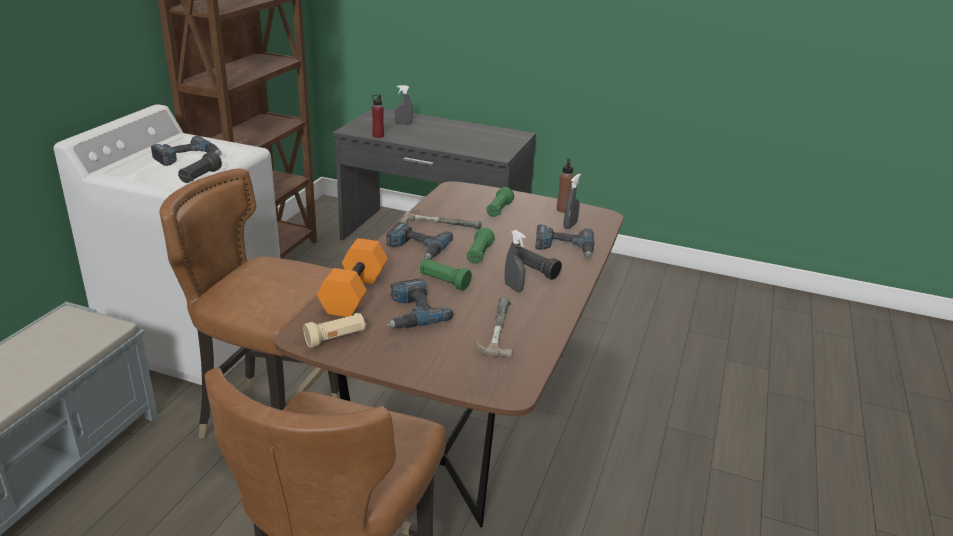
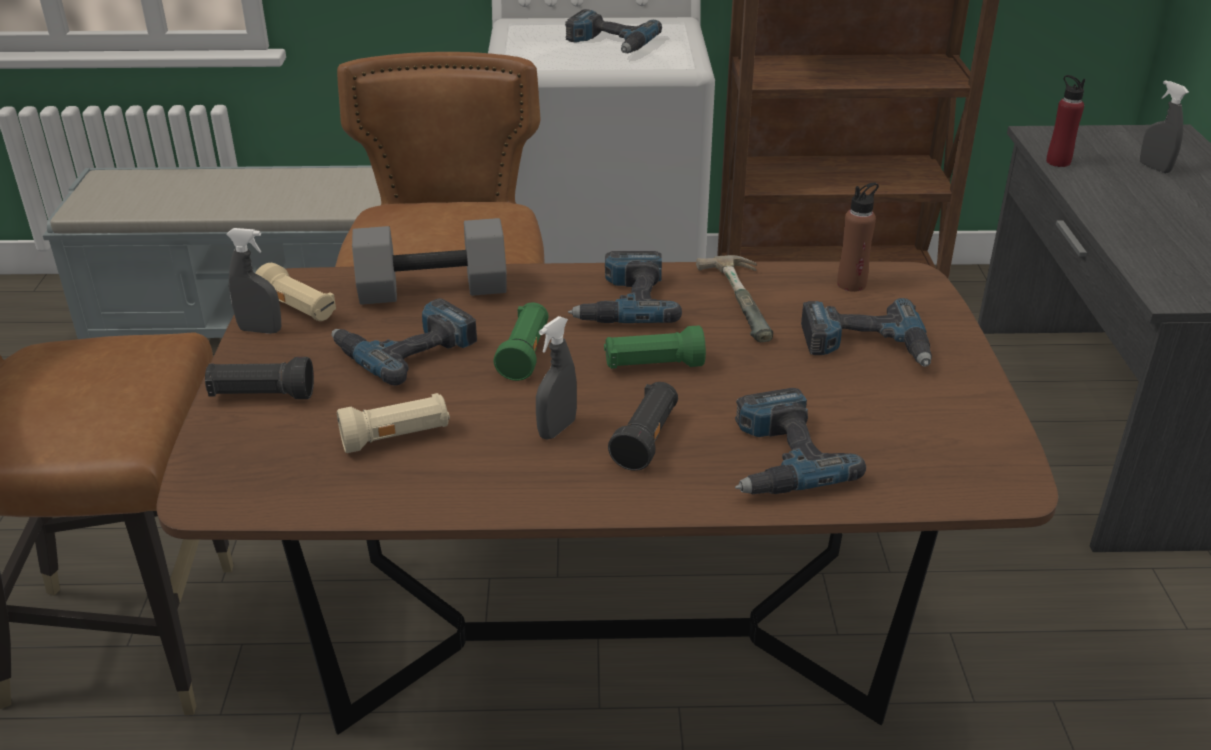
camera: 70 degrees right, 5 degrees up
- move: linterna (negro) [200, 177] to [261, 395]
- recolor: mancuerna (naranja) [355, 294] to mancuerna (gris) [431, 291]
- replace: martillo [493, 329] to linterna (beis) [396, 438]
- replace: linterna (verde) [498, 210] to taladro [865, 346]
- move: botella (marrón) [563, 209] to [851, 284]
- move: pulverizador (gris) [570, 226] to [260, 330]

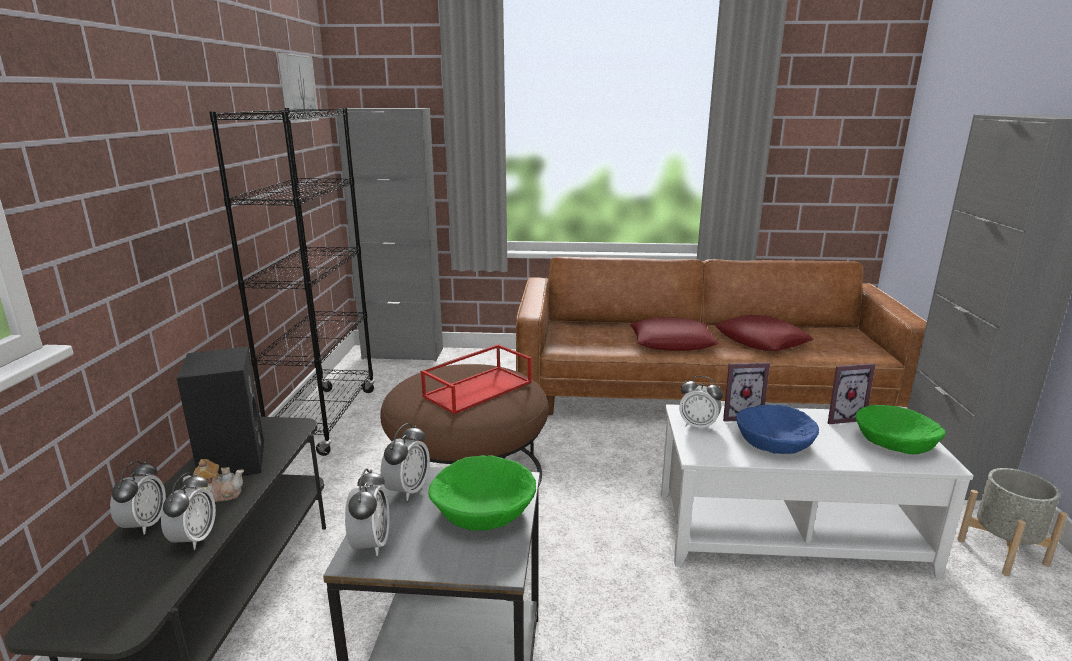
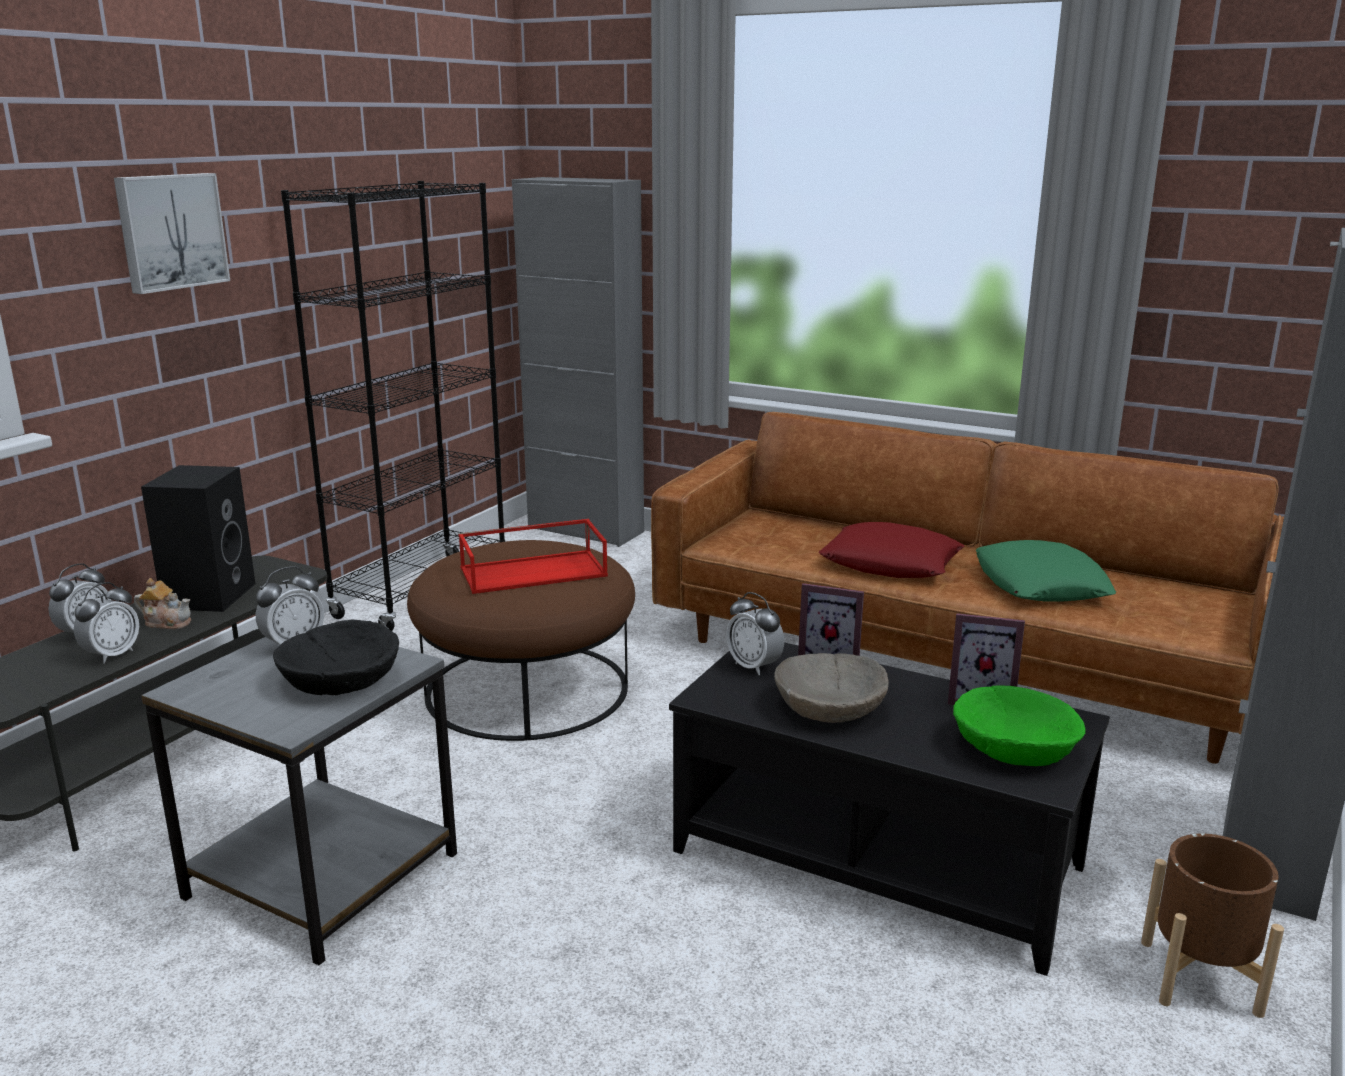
camera: 25 degrees right, 0 degrees up
- move: cuadro [295, 88] to [170, 231]
- delete: despertador [371, 544]
- recolor: cuenco (verde) [484, 510] to cuenco (negro) [340, 679]
- recolor: mesa de centro (blanco) [787, 531] to mesa de centro (negro) [877, 857]
- recolor: cojín (rojo) [761, 341] to cojín (verde) [1041, 584]
- recolor: cuenco (azul) [774, 442] to cuenco (beis) [829, 707]
- recolor: maceta (gris) [1001, 552] to maceta (marrón) [1199, 977]

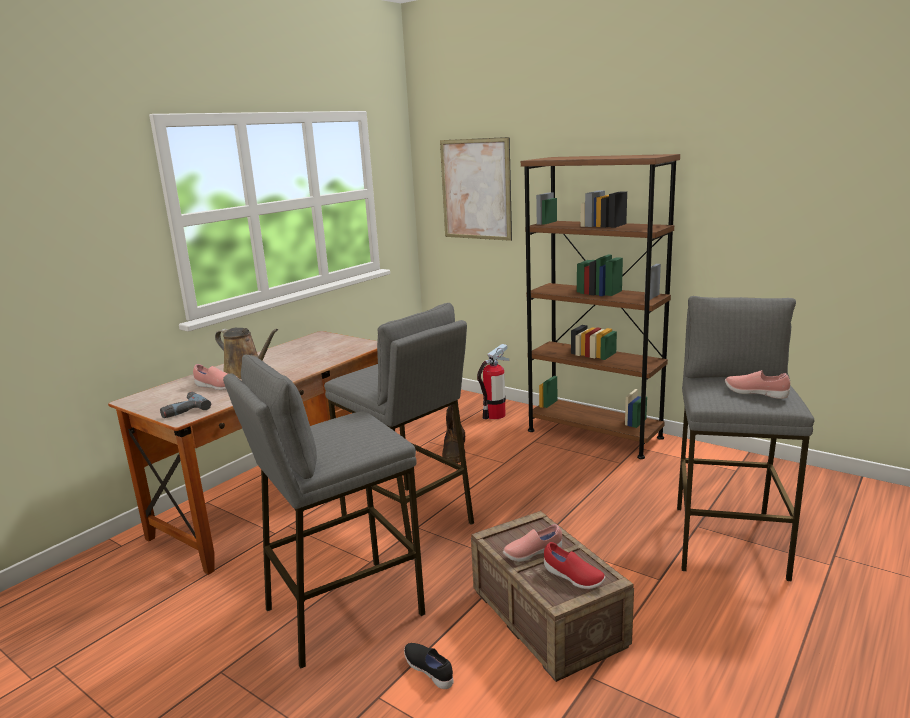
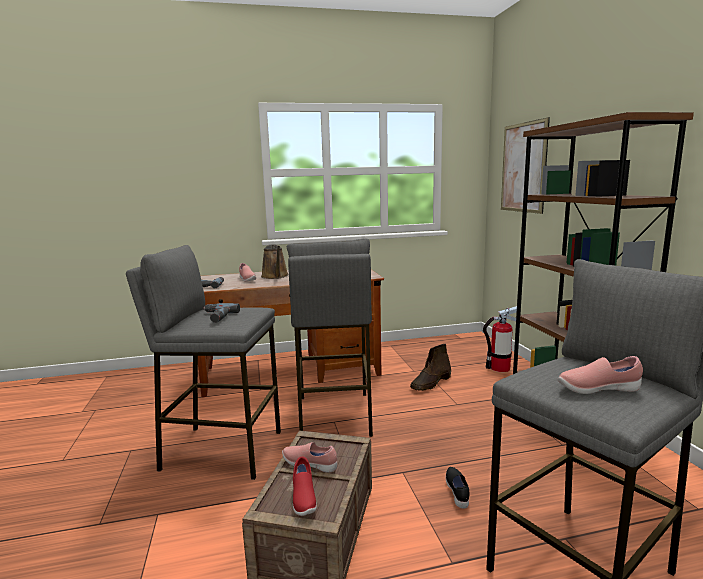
camera: 40 degrees right, 5 degrees down
- move: zapato (negro) [429, 671] to [458, 492]
- rotate: zapato (rosa) [756, 394] = [597, 389] 75 degrees counterclockwise
- insert: taladro [216, 317]

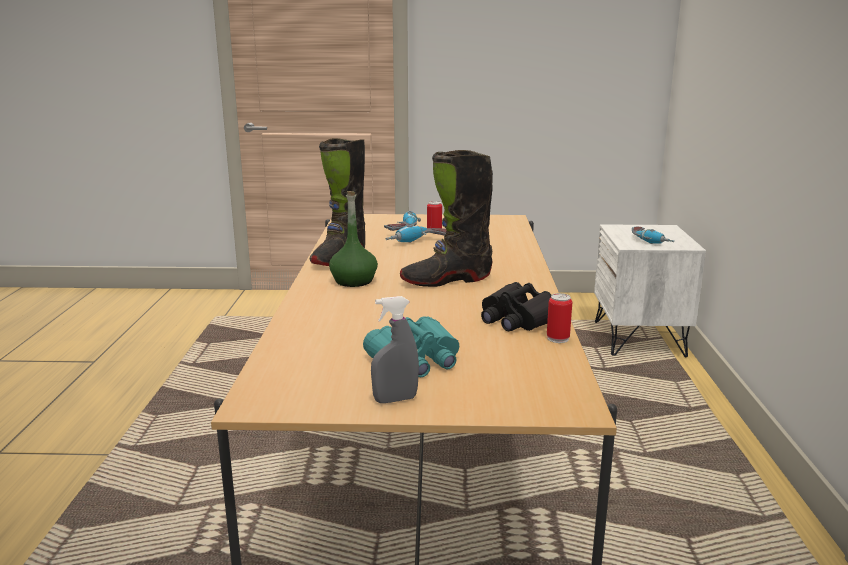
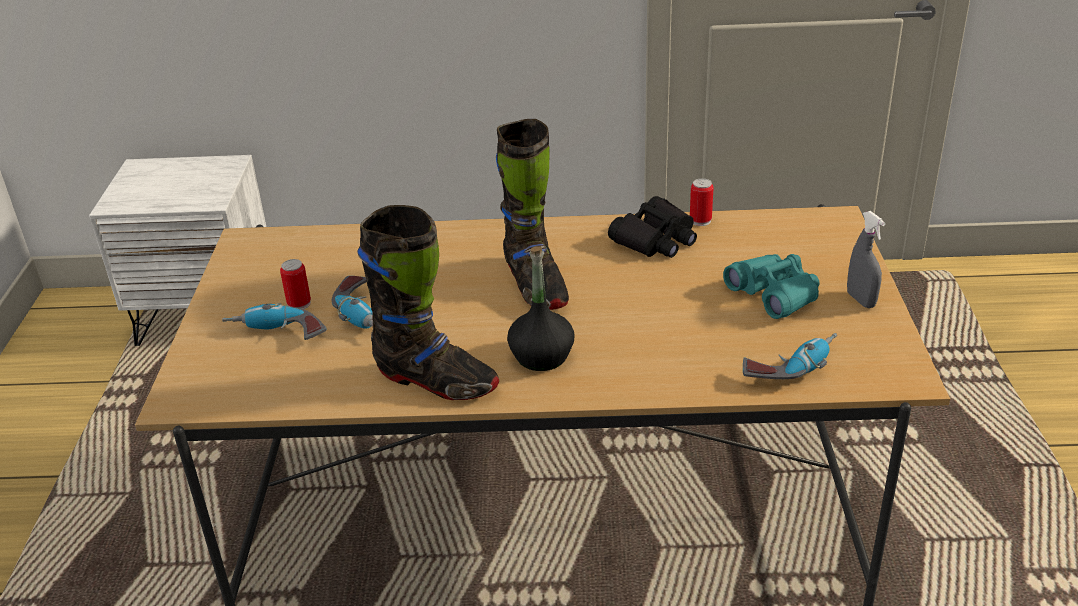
camera: 90 degrees left, 15 degrees up
- recolor: botella (verde) [354, 281] to botella (negro) [541, 356]
- move: taladro [651, 241] to [791, 367]

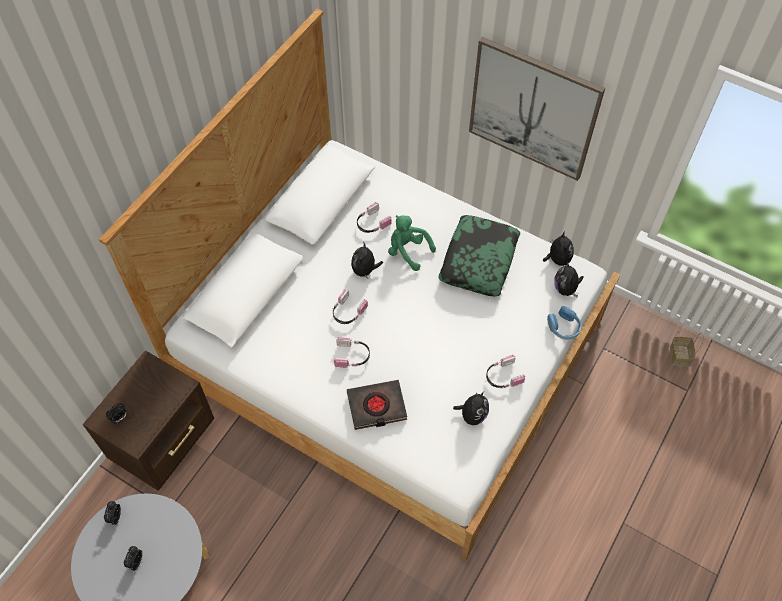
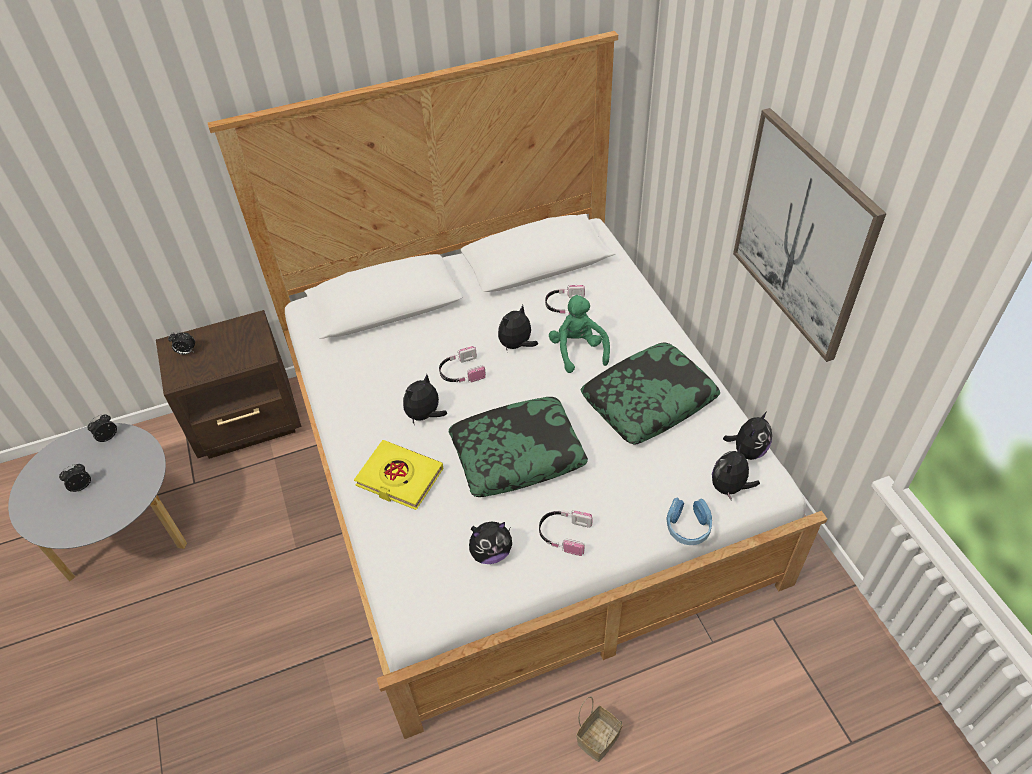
camera: 40 degrees right, 10 degrees down
- replace: auriculares [352, 356] to peluche [425, 415]
- recolor: libro (negro) [376, 407] to libro (amarillo) [399, 478]
- move: cesta [678, 355] to [598, 737]
- insert: cojín [517, 454]

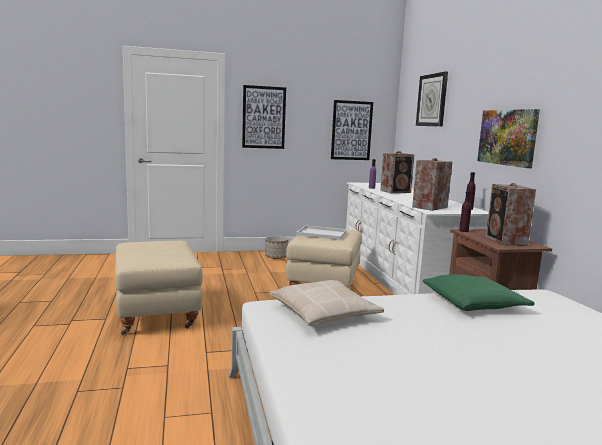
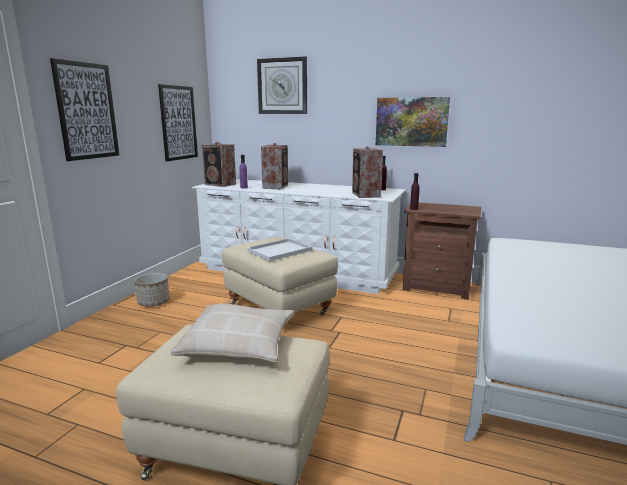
camera: 55 degrees left, 5 degrees up
- move: cojín (beis) [324, 314] to [239, 344]
- delete: cojín (verde) [474, 303]
- move: altavoz [506, 241] to [220, 184]

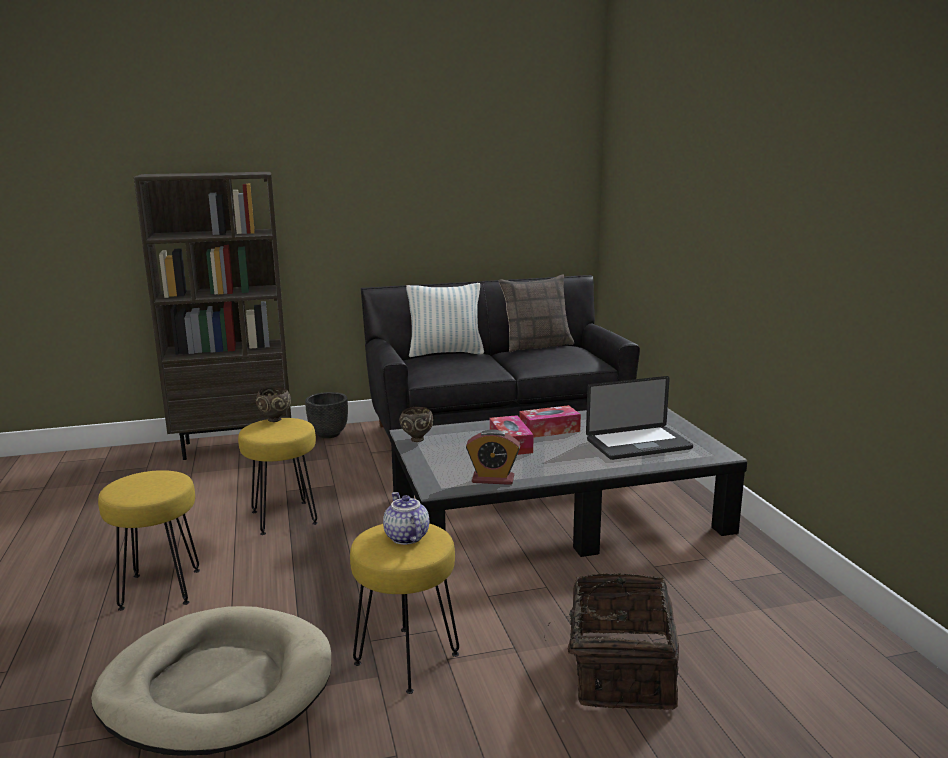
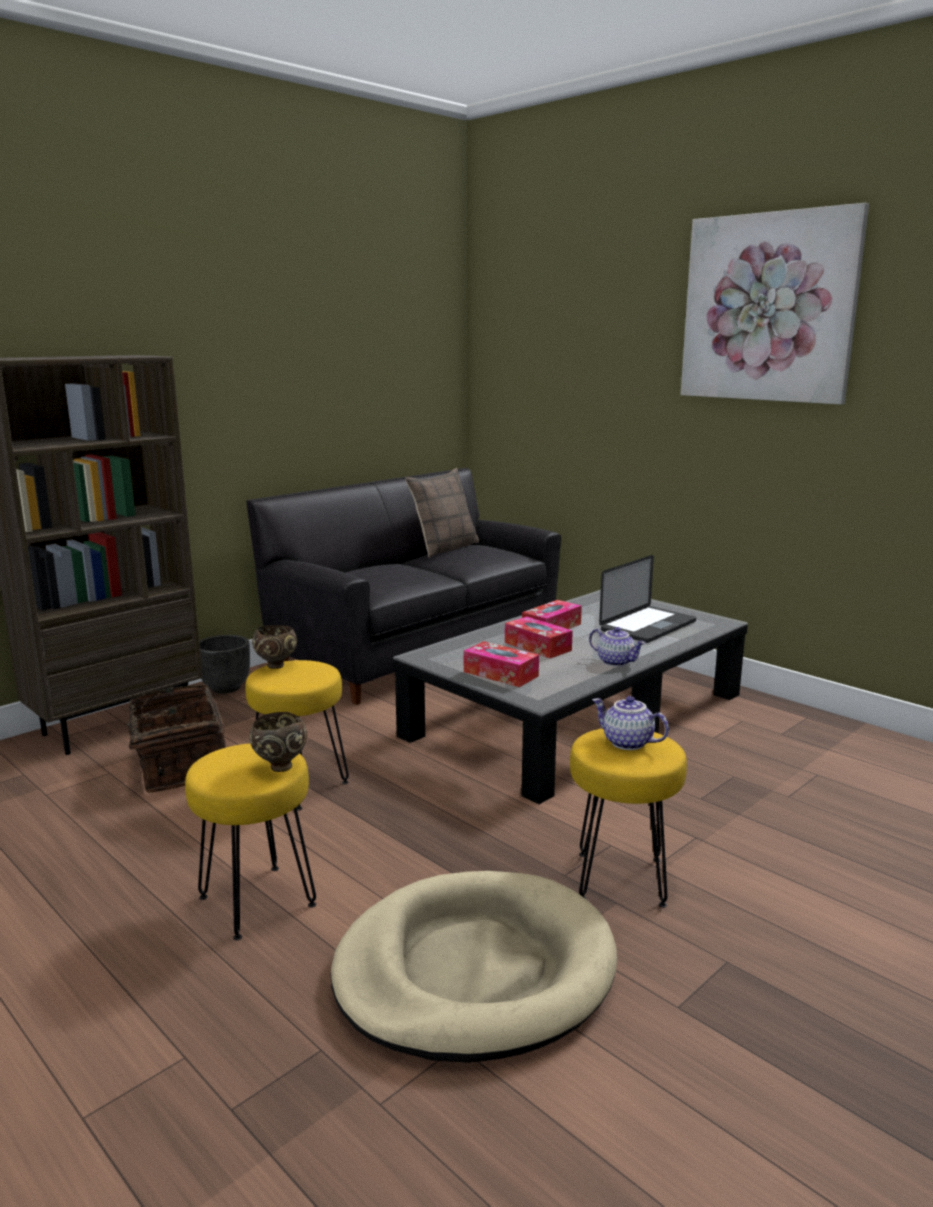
camera: 30 degrees left, 0 degrees up
- move: cuenco (marrón) [417, 439] to [279, 766]
- delete: cojín [446, 353]
- delete: despertador [493, 479]
- move: cesta [619, 671] to [179, 766]
- insert: caja de pañuelos [500, 674]
- insert: tetera [616, 662]
- insert: cuadro [768, 308]

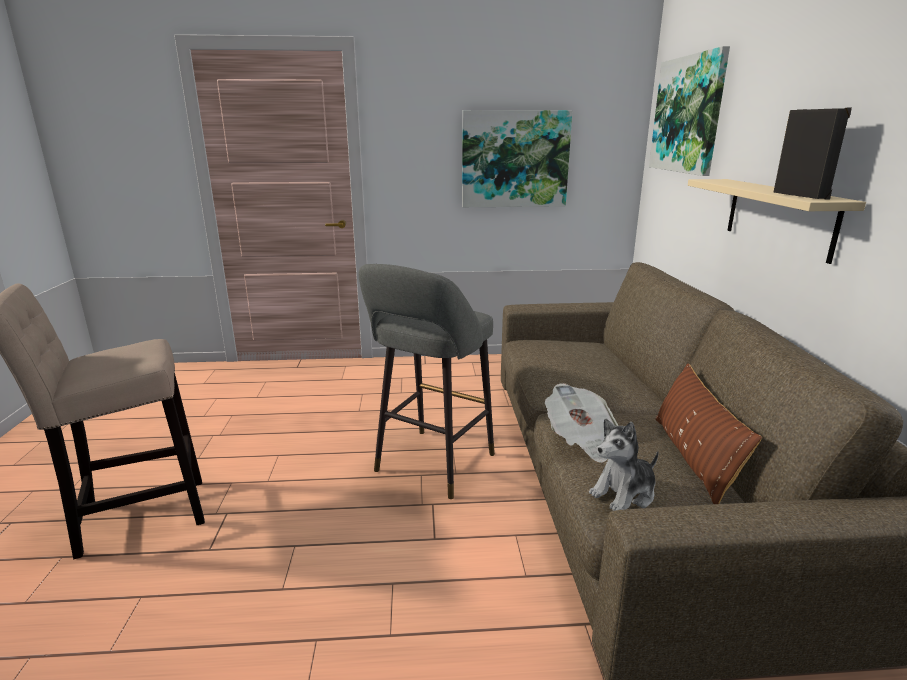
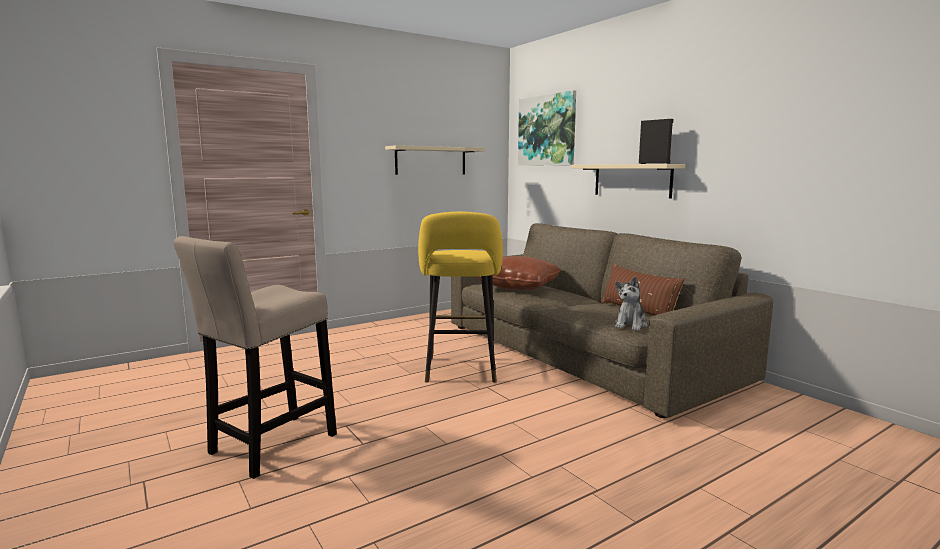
camera: 30 degrees left, 10 degrees down
- recolor: taburete (gris) [431, 466] to taburete (amarillo) [461, 372]
- replace: cuadro [515, 159] to estante (beis) [431, 161]
- delete: periódico [582, 440]
- insert: cojín (marrón) [518, 287]

